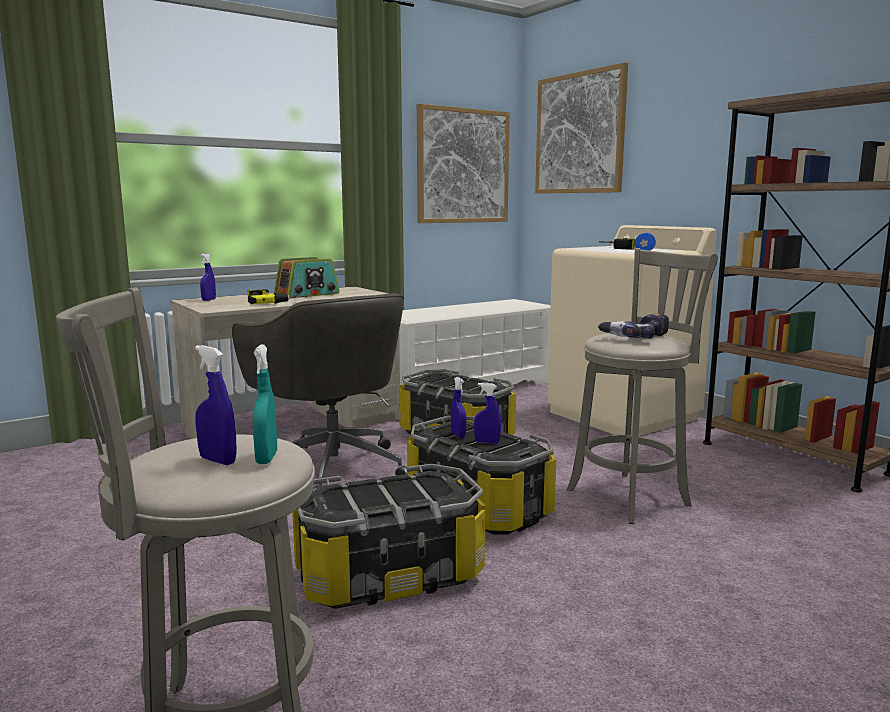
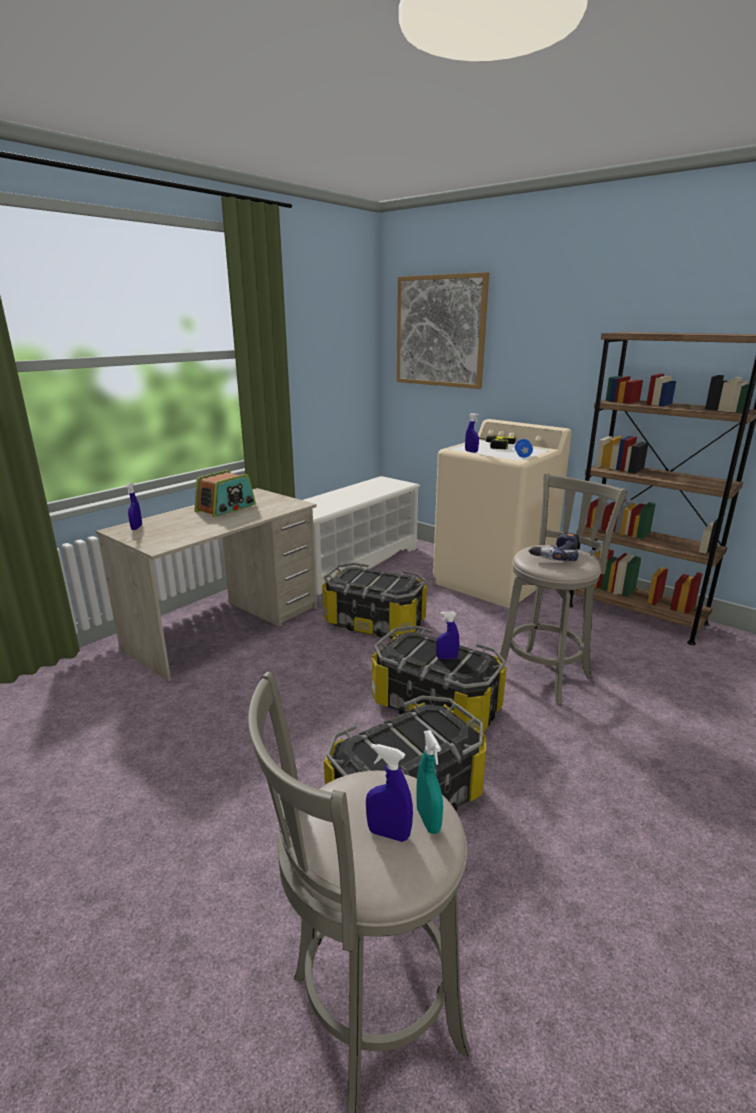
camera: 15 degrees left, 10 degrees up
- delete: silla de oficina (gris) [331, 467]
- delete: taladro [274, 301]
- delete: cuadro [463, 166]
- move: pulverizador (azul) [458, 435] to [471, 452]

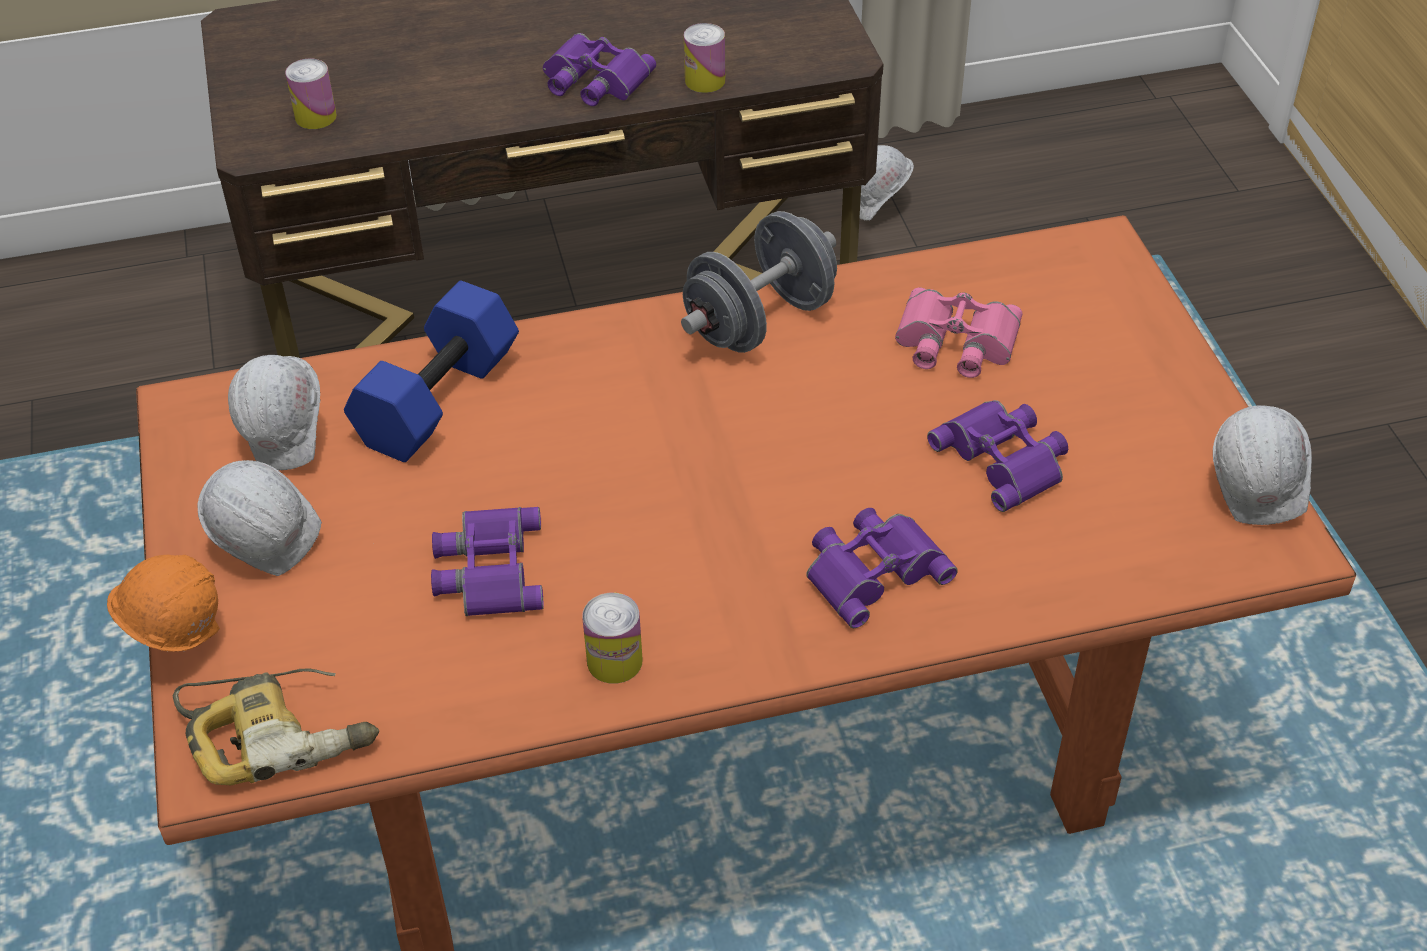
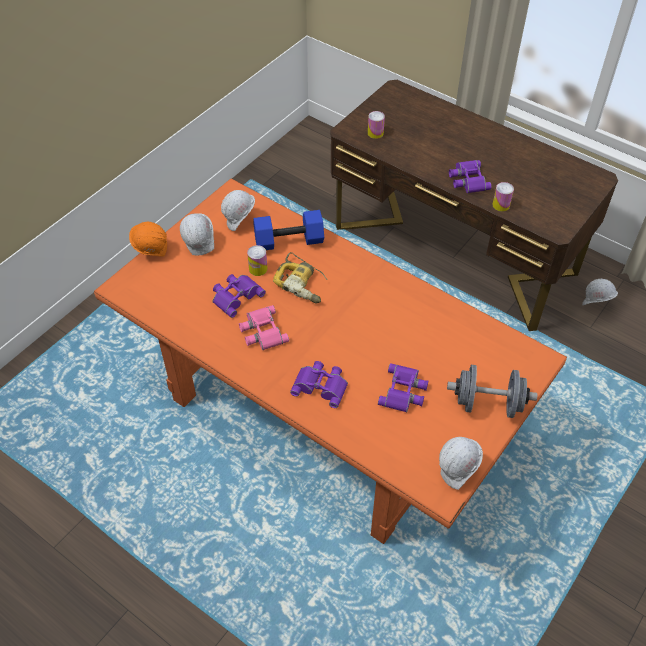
camera: 50 degrees right, 5 degrees up
- move: taladro [280, 732] to [302, 283]
- move: lata [614, 661] to [258, 269]
- move: mancuerna (gris) [760, 321] to [488, 404]
- move: prismáticos (rosa) [954, 343] to [262, 331]

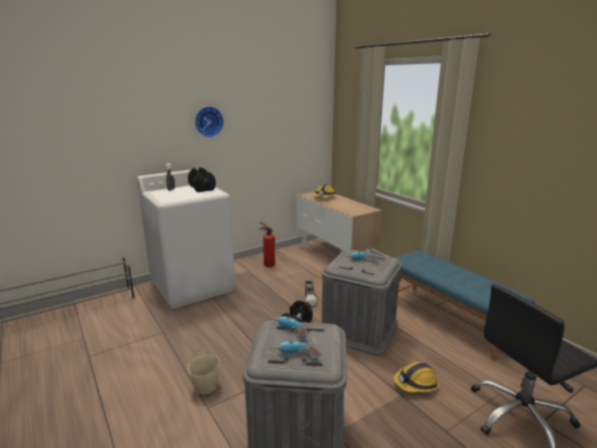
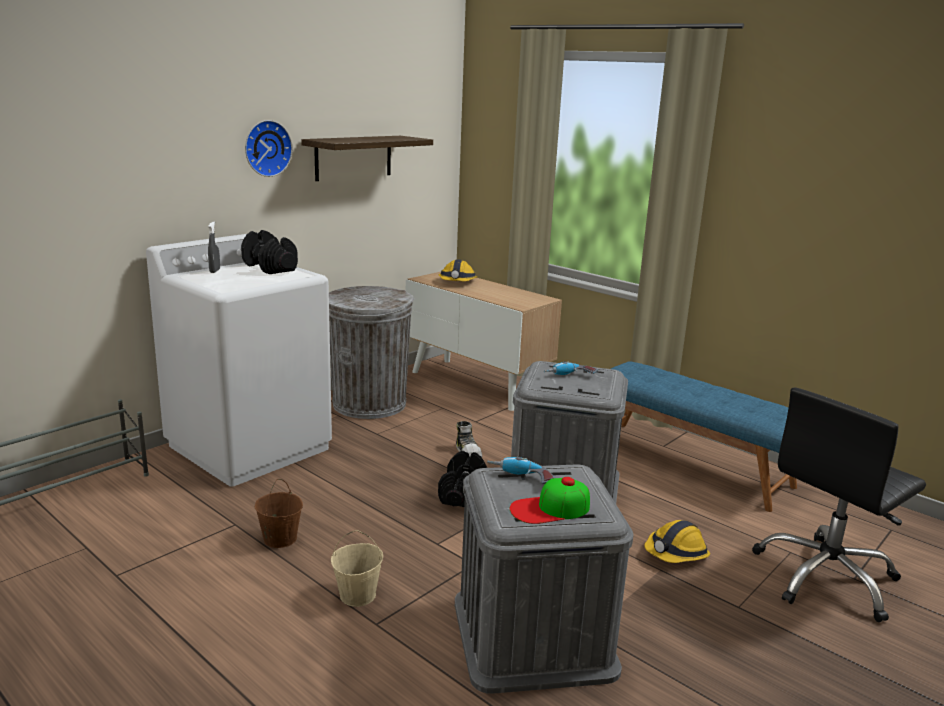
camera: 15 degrees left, 0 degrees up
- replace: extintor [268, 265] to papelera (gris) [369, 403]
- replace: taladro [294, 356] to gorra [550, 508]
- insert: cubo (marrón) [279, 539]
- insert: estante [353, 157]

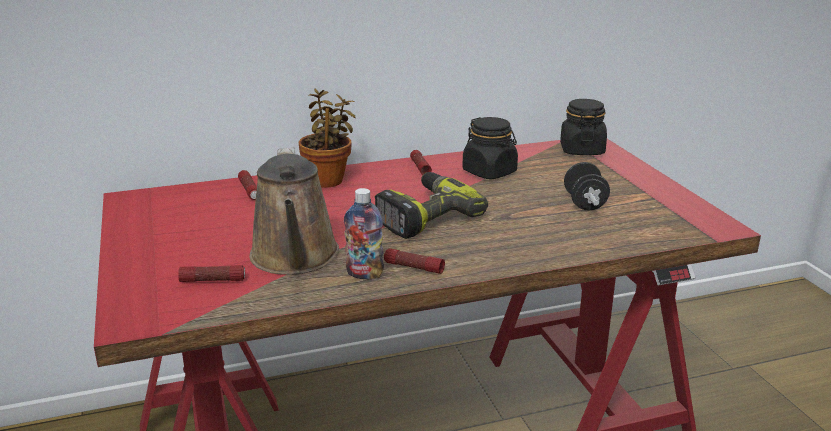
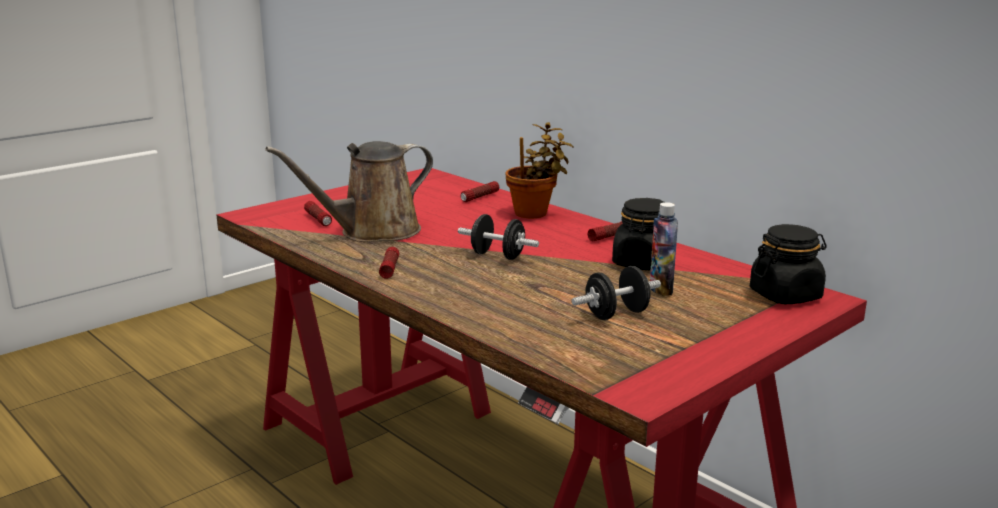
camera: 65 degrees right, 5 degrees down
- move: botella [364, 274] to [661, 289]
- replace: taladro [424, 216] to mancuerna (negro) [498, 256]

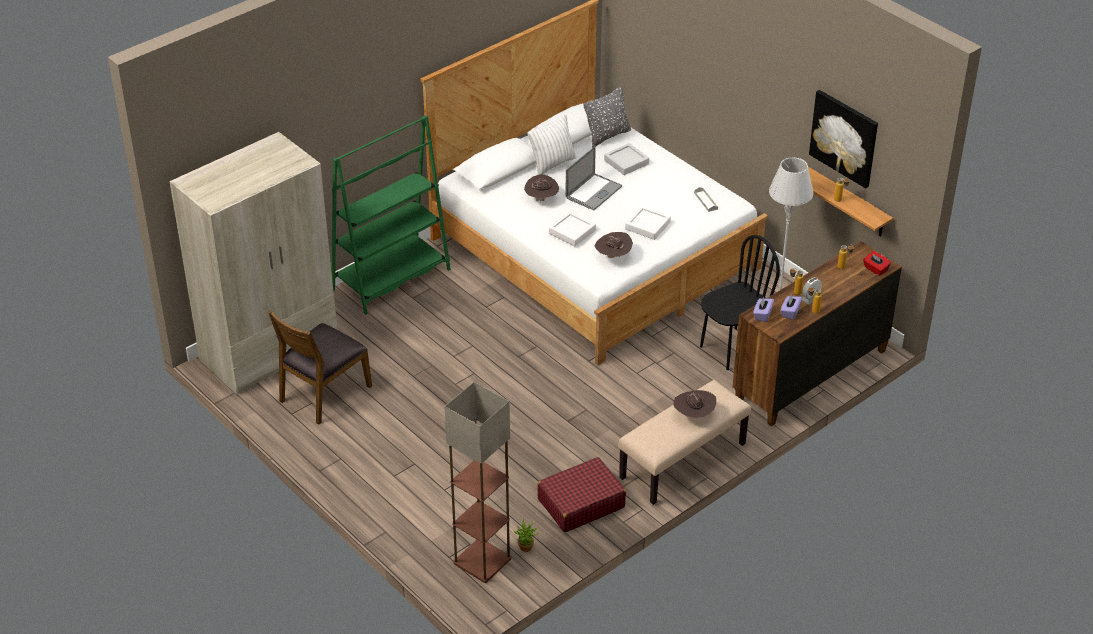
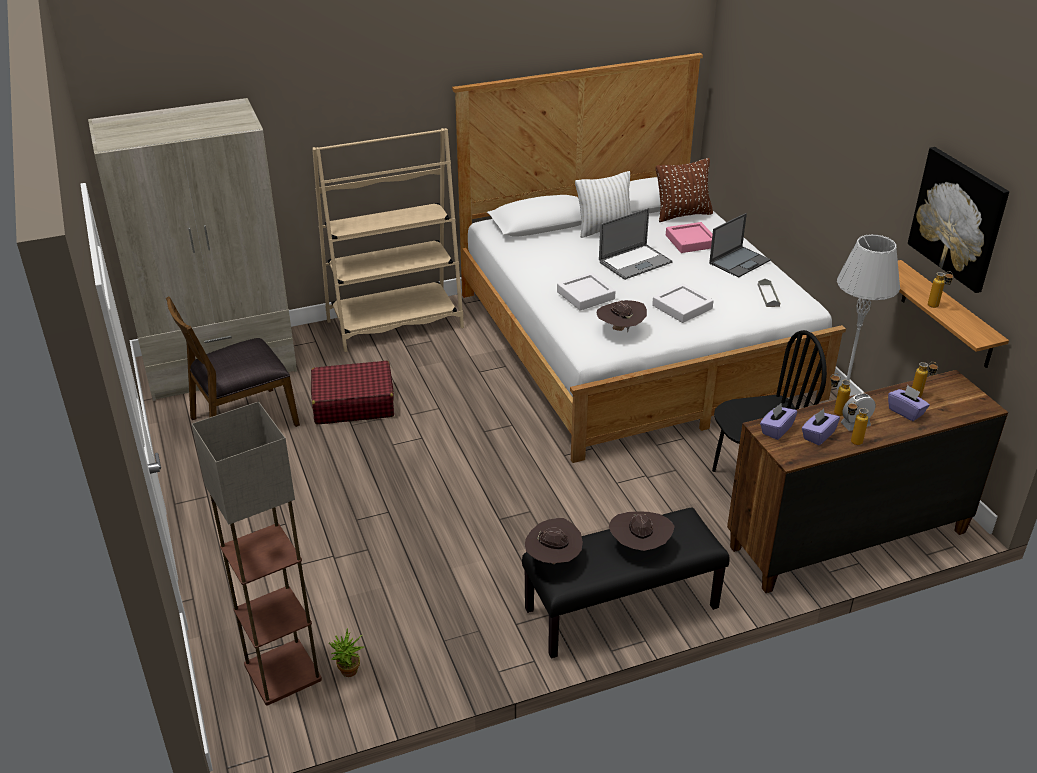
camera: 20 degrees right, 5 degrees down
- recolor: estantería (verde) [391, 279] to estantería (beis) [395, 324]
- move: sombrero (marrón) [541, 199] to [553, 560]
- move: maleta (rojo) [580, 503] to [353, 403]
- recolor: cojín (gris) [607, 136] to cojín (marrón) [682, 214]
- recolor: bandeja (gris) [626, 162] to bandeja (rosa) [690, 241]
- recolor: banco (beis) [683, 462] to banco (negro) [621, 610]
- delete: caja de pañuelos (rojo) [875, 269]
- insert: portátil [740, 261]
- insert: caja de pañuelos (morado) [906, 412]

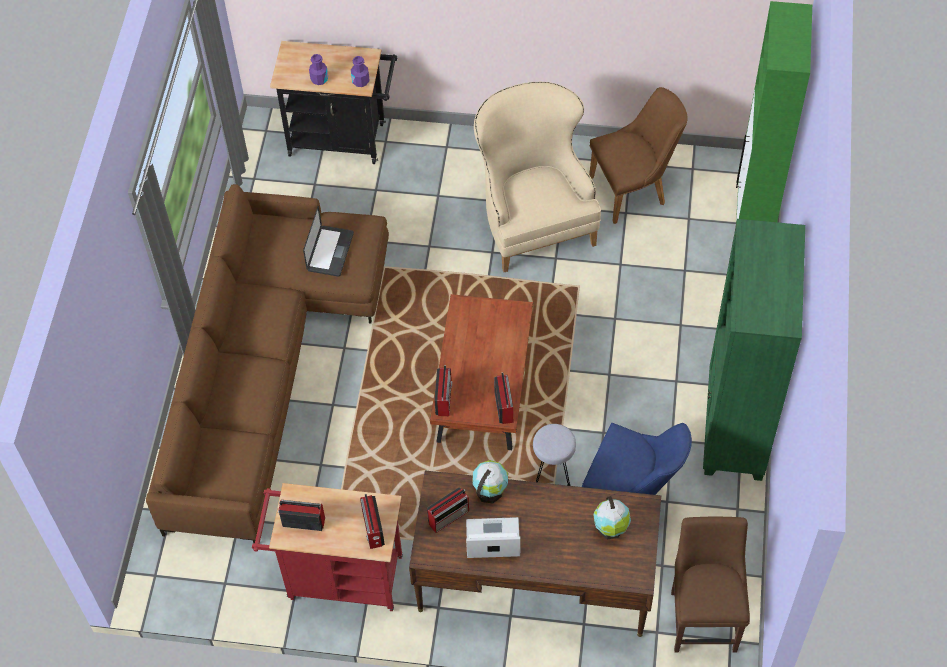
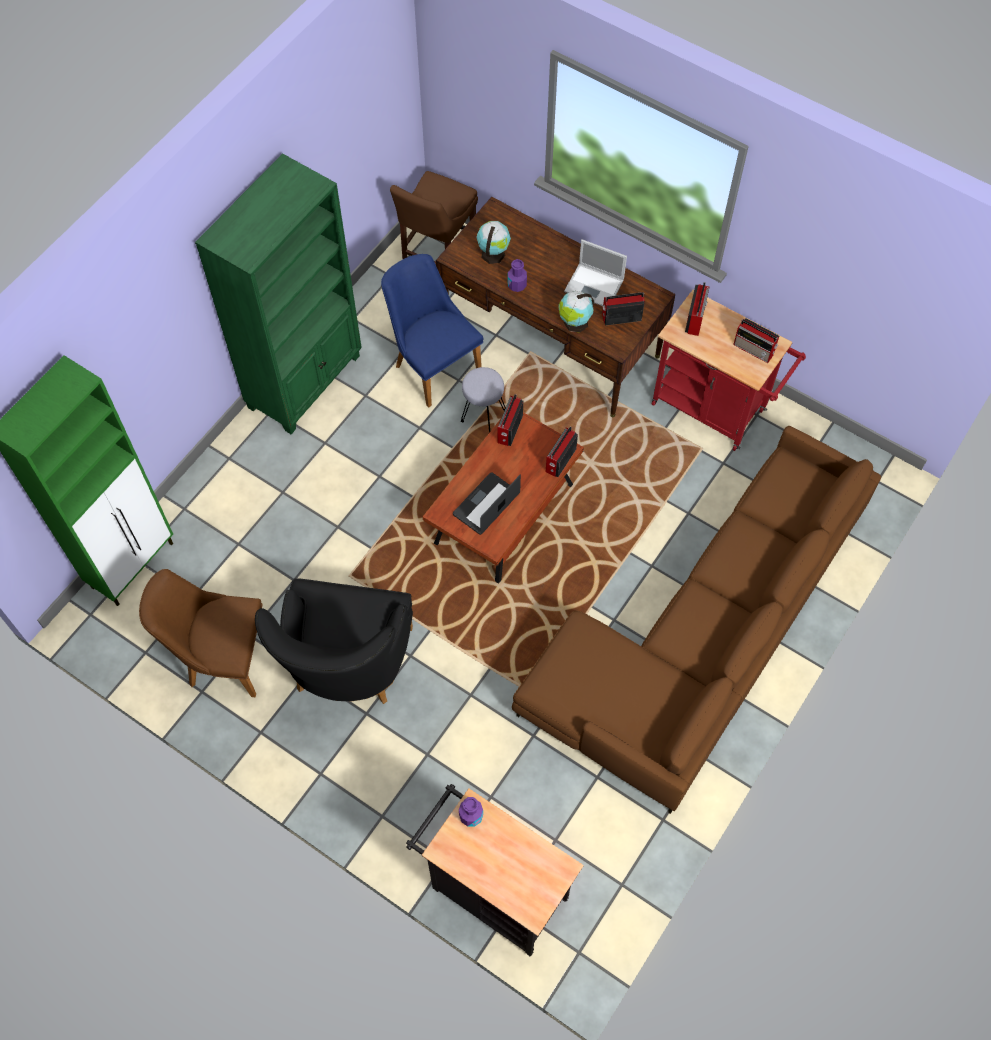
camera: 155 degrees left, 5 degrees up
- move: portátil [330, 252] to [486, 504]
- move: botella (morado) [319, 79] to [517, 285]
- recolor: sillón (beis) [534, 221] to sillón (negro) [346, 670]

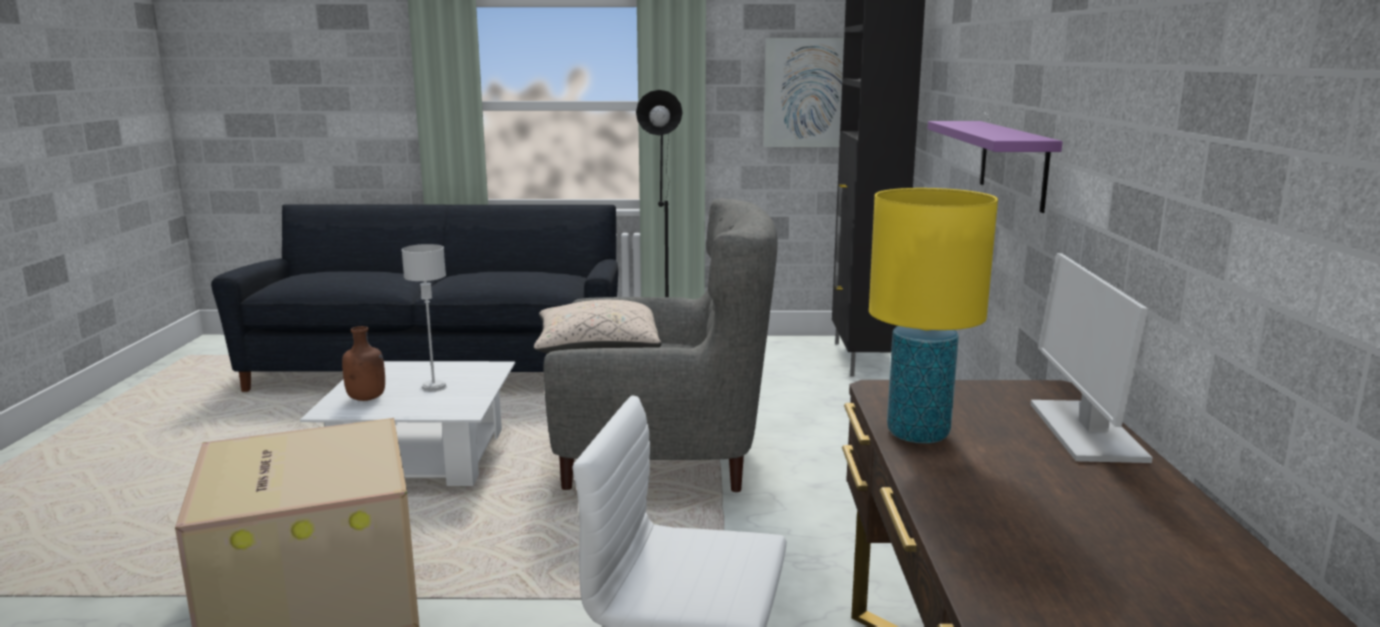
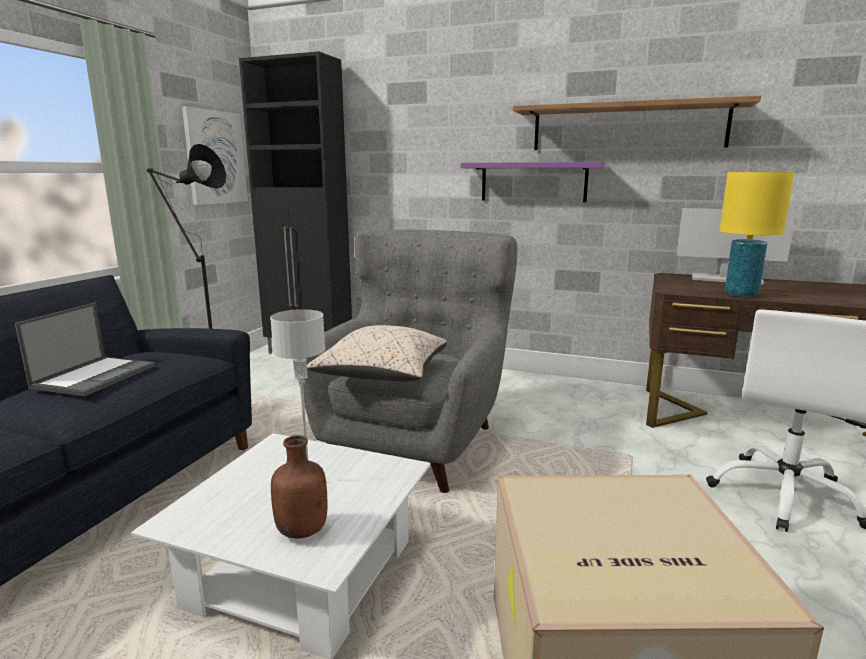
camera: 70 degrees left, 0 degrees up
- insert: portátil [95, 376]
- insert: estante [627, 127]

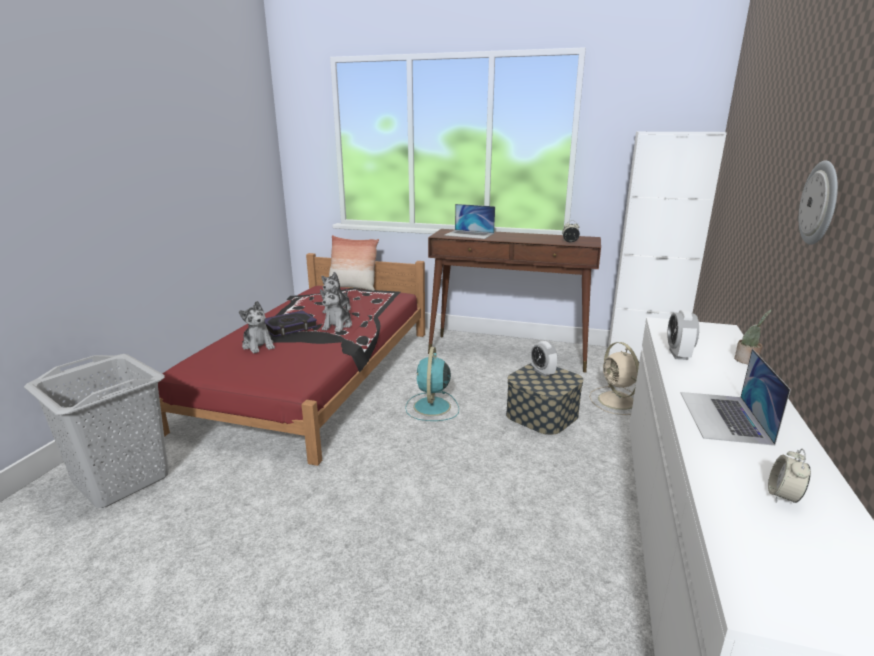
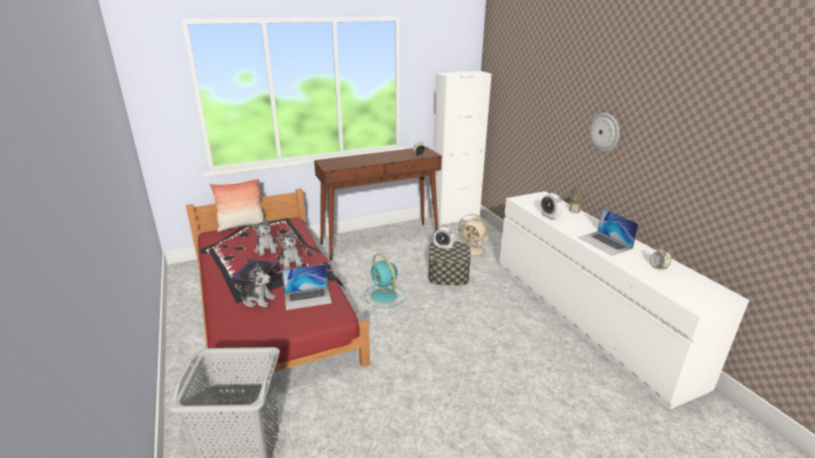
camera: 40 degrees left, 5 degrees up
- move: portátil [469, 234] to [308, 298]

